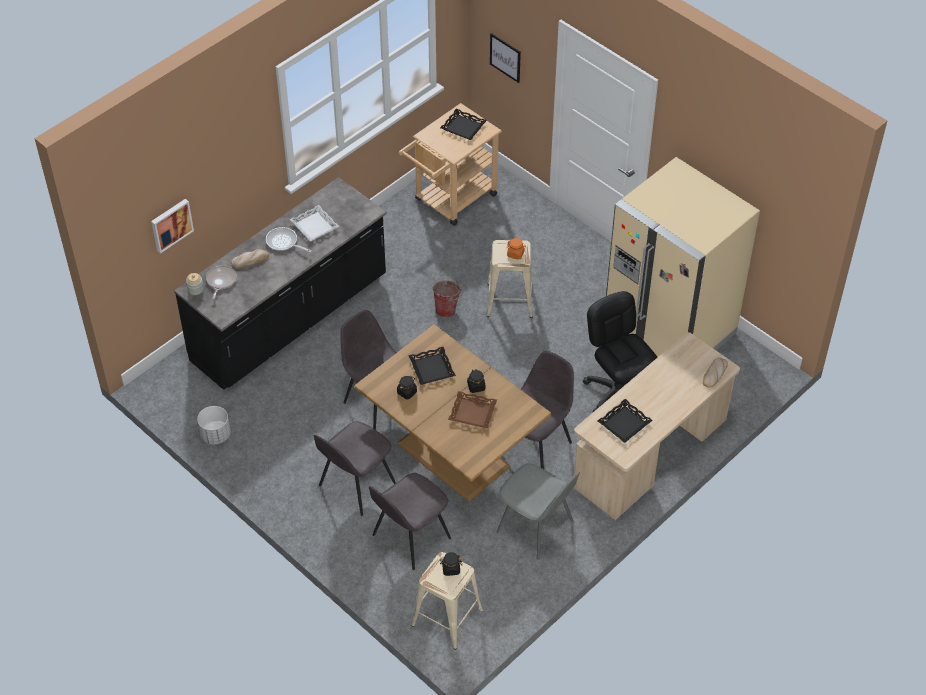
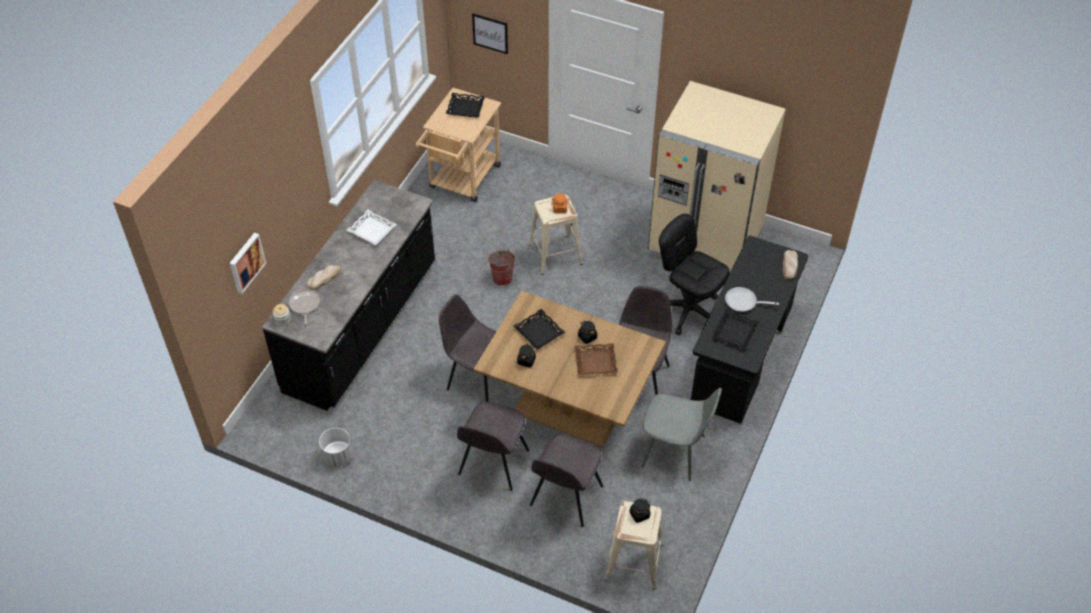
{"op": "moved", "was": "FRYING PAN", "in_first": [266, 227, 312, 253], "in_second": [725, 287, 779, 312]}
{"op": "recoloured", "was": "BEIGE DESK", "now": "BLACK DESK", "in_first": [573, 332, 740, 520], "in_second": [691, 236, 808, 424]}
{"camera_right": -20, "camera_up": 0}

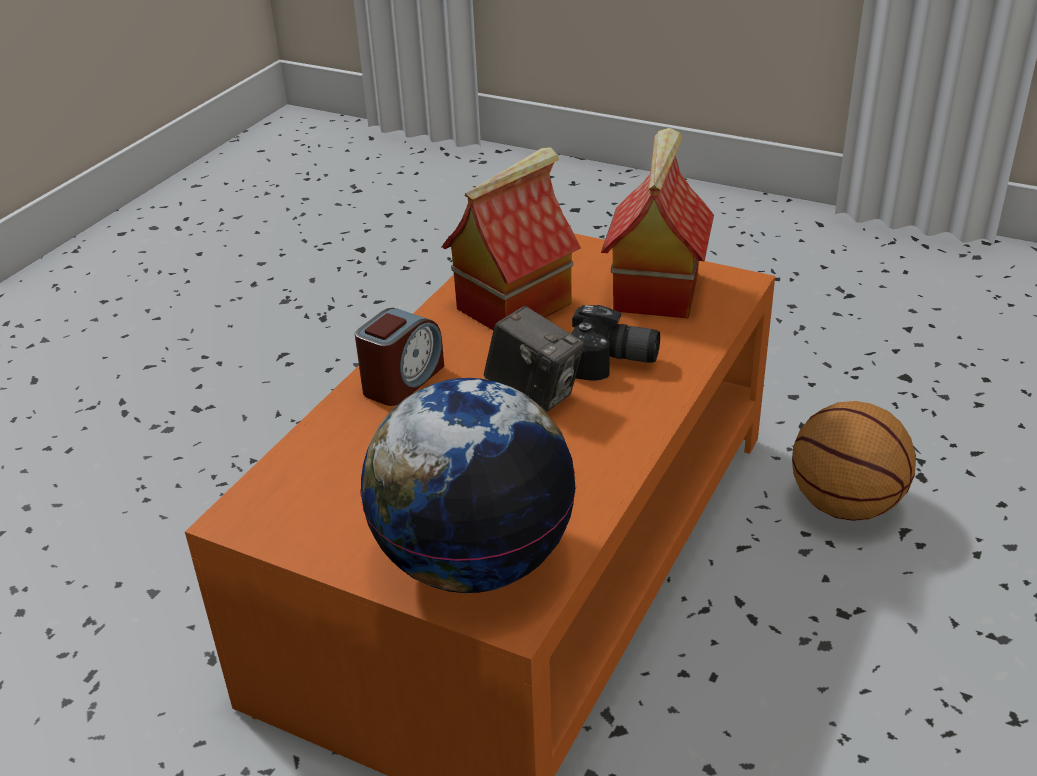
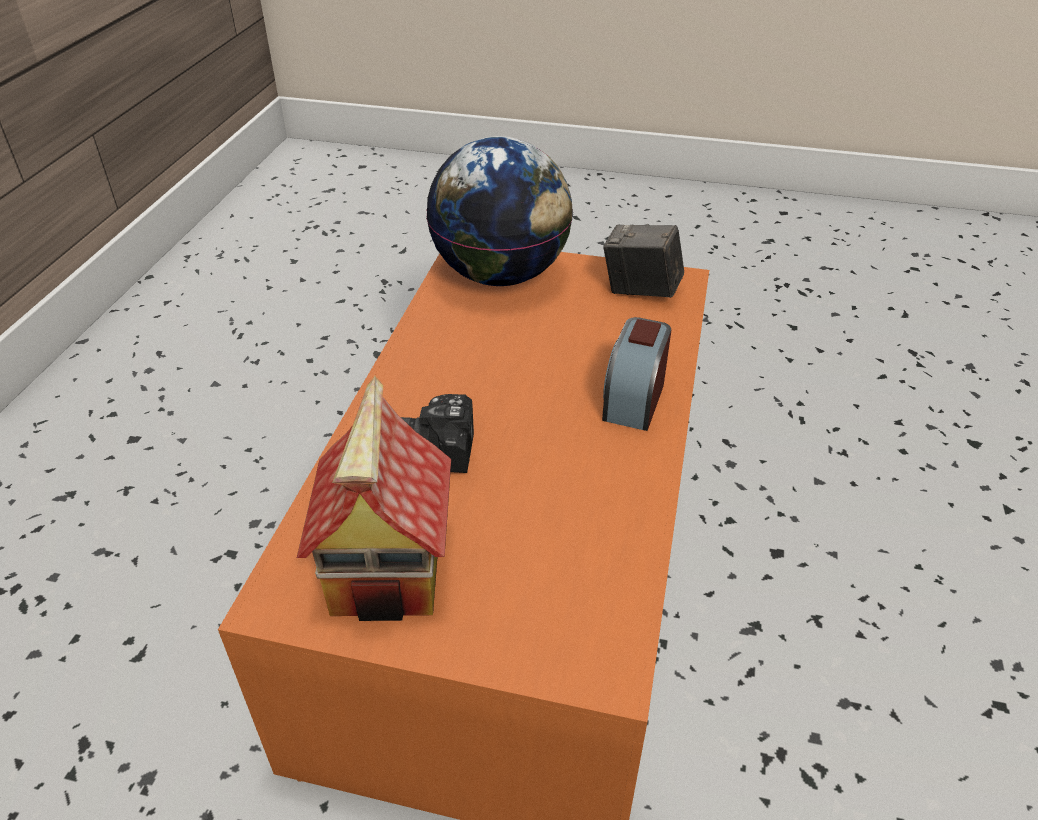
{"op": "removed", "was": "TOY HOUSE", "in_first": [442, 147, 581, 330]}
{"op": "moved", "was": "PHOTO CAMERA", "in_first": [484, 306, 584, 412], "in_second": [603, 224, 684, 298]}
{"op": "removed", "was": "BASKETBALL", "in_first": [792, 401, 916, 521]}
{"camera_right": 165, "camera_up": 5}

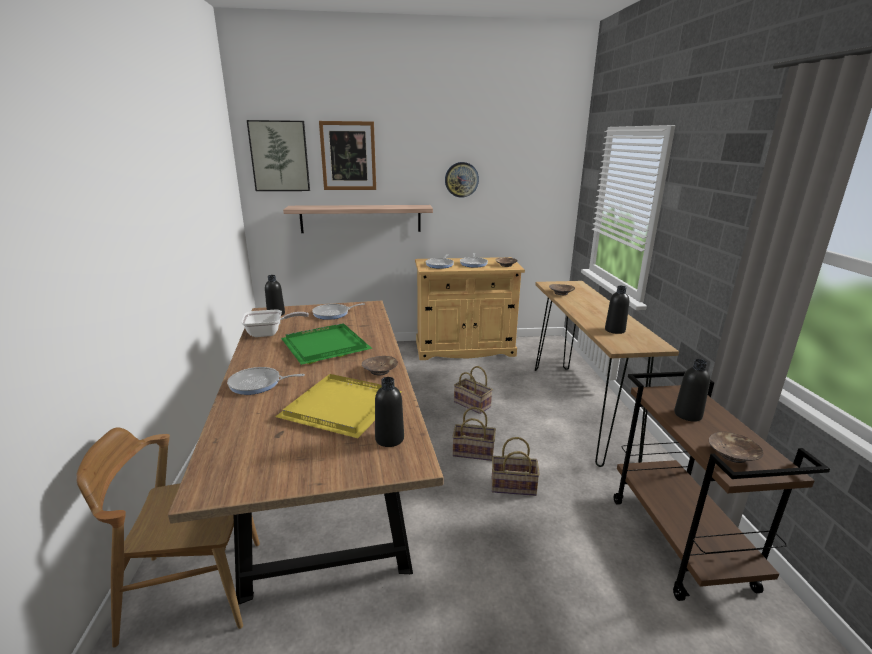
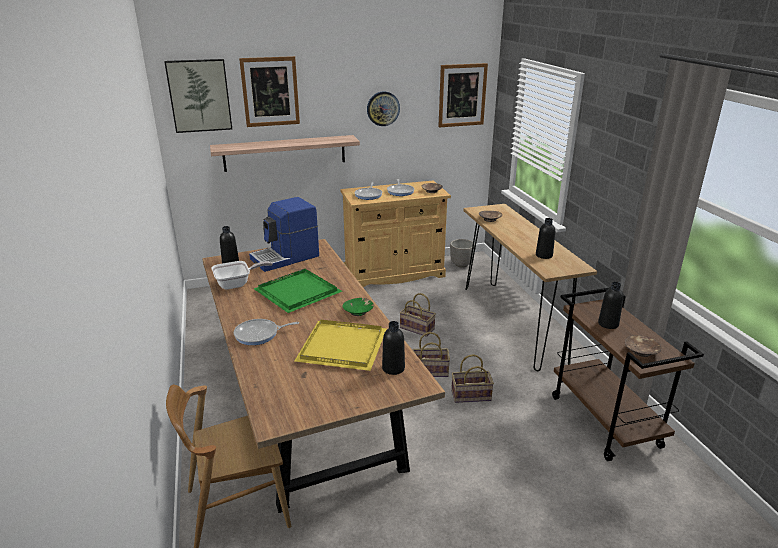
{"op": "replaced", "was": "FRYING PAN", "now": "COFFEE MACHINE", "in_first": [312, 303, 365, 320], "in_second": [249, 197, 319, 272]}
{"op": "recoloured", "was": "BROWN BOWL", "now": "GREEN BOWL", "in_first": [362, 356, 398, 375], "in_second": [343, 298, 374, 316]}
{"op": "added", "now": "PICTURE", "in_second": [438, 63, 488, 127]}
{"op": "added", "now": "PLANTER", "in_second": [450, 239, 475, 268]}
{"camera_right": -10, "camera_up": 5}

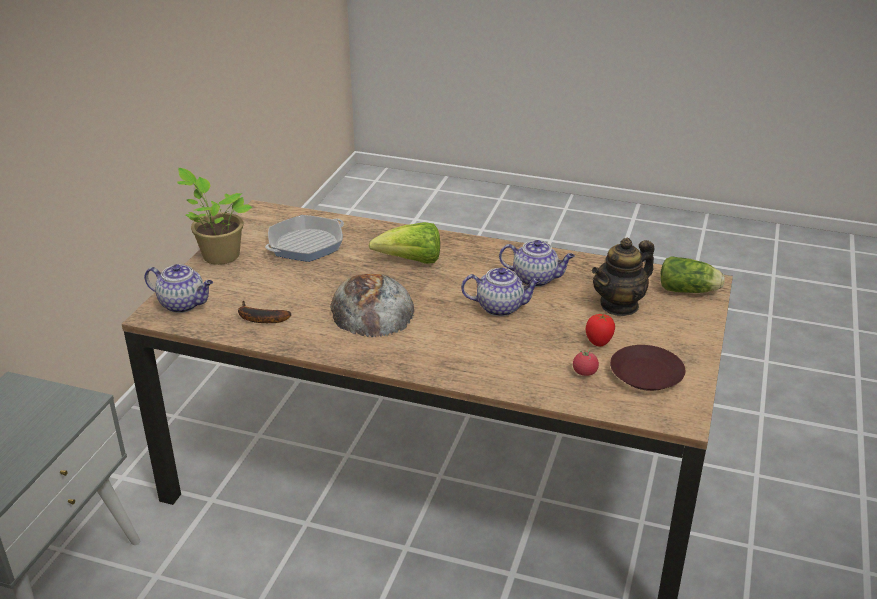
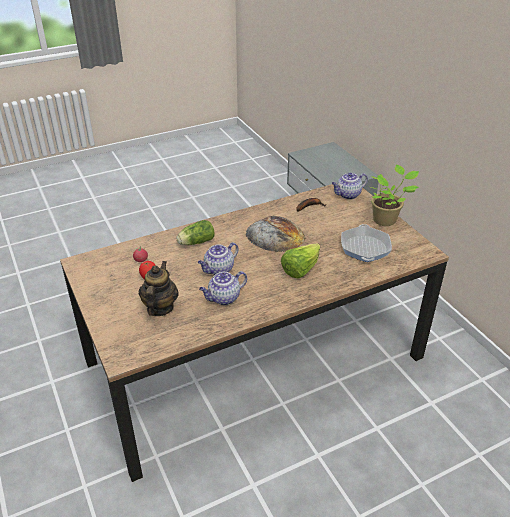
{"op": "moved", "was": "LETTUCE", "in_first": [660, 256, 725, 293], "in_second": [176, 220, 215, 245]}
{"op": "removed", "was": "BROWN PLATE", "in_first": [610, 345, 685, 391]}
{"camera_right": 135, "camera_up": 5}

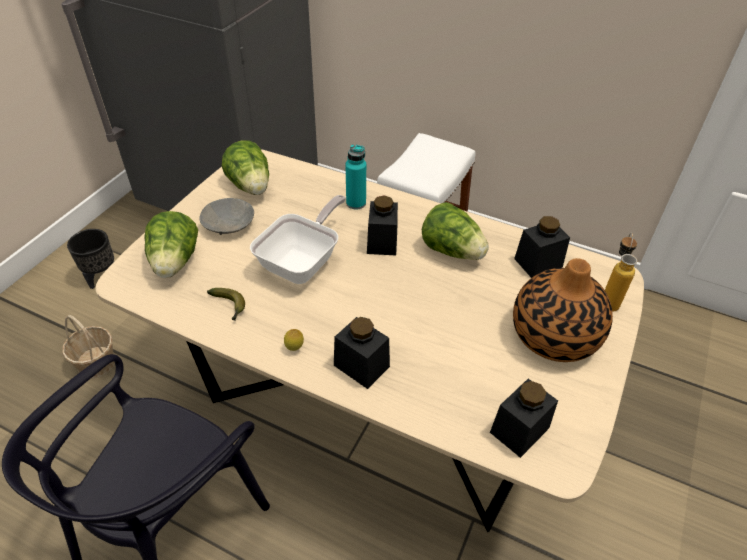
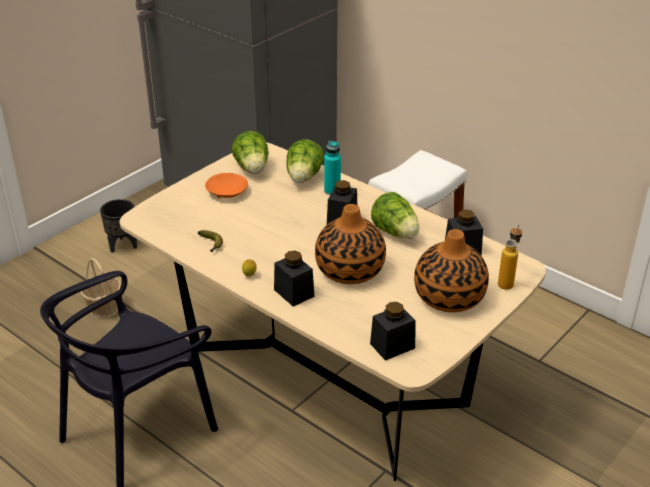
{"op": "removed", "was": "FRYING PAN", "in_first": [250, 195, 346, 284]}
{"op": "recoloured", "was": "GREY BOWL", "now": "ORANGE BOWL", "in_first": [199, 198, 254, 235], "in_second": [205, 173, 248, 198]}
{"op": "moved", "was": "LETTUCE", "in_first": [144, 211, 198, 278], "in_second": [286, 139, 324, 183]}
{"op": "added", "now": "VASE", "in_second": [315, 204, 386, 284]}
{"camera_right": 15, "camera_up": -10}

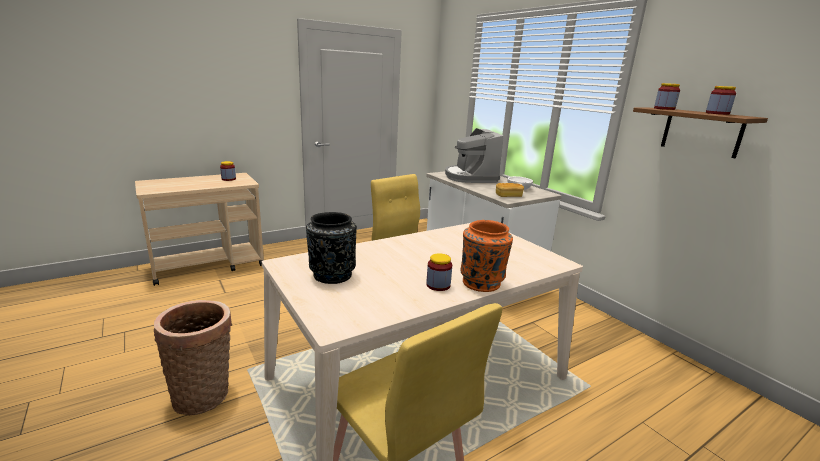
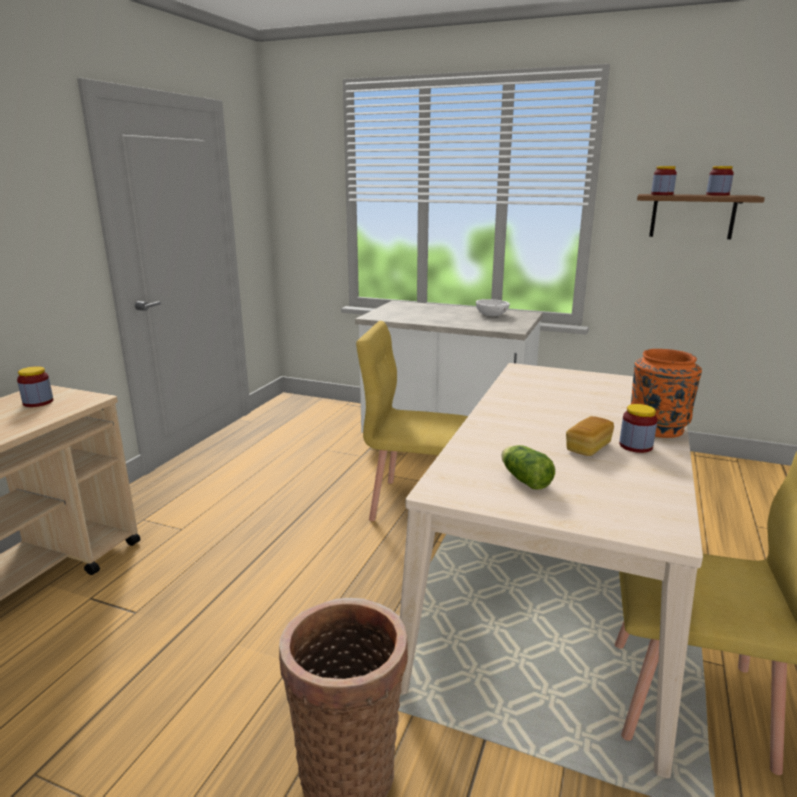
{"op": "removed", "was": "COFFEE MACHINE", "in_first": [445, 128, 504, 183]}
{"op": "moved", "was": "BREAD", "in_first": [496, 183, 524, 197], "in_second": [566, 416, 614, 456]}
{"op": "replaced", "was": "BLACK VASE", "now": "LETTUCE", "in_first": [306, 212, 357, 284], "in_second": [501, 445, 555, 490]}
{"camera_right": -35, "camera_up": 0}

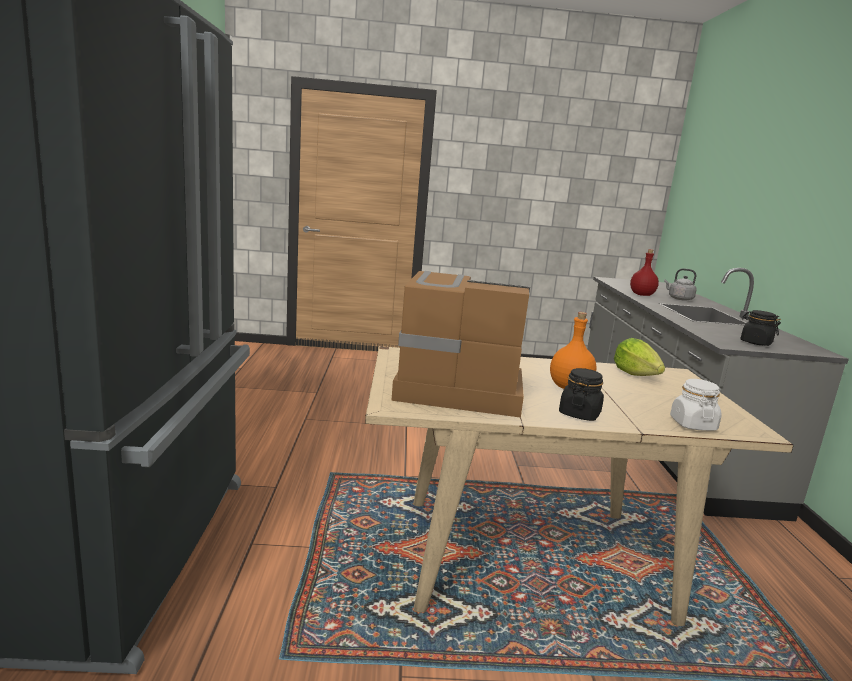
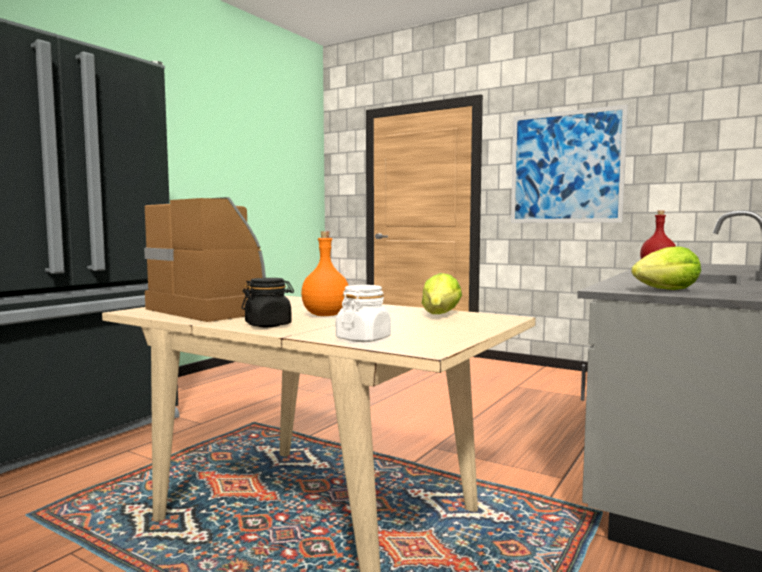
{"op": "removed", "was": "GREY KETTLE", "in_first": [664, 268, 697, 301]}
{"op": "replaced", "was": "BLACK JAR", "now": "LETTUCE", "in_first": [740, 310, 781, 346], "in_second": [631, 246, 701, 290]}
{"op": "added", "now": "PICTURE", "in_second": [511, 104, 628, 223]}
{"camera_right": 35, "camera_up": -10}

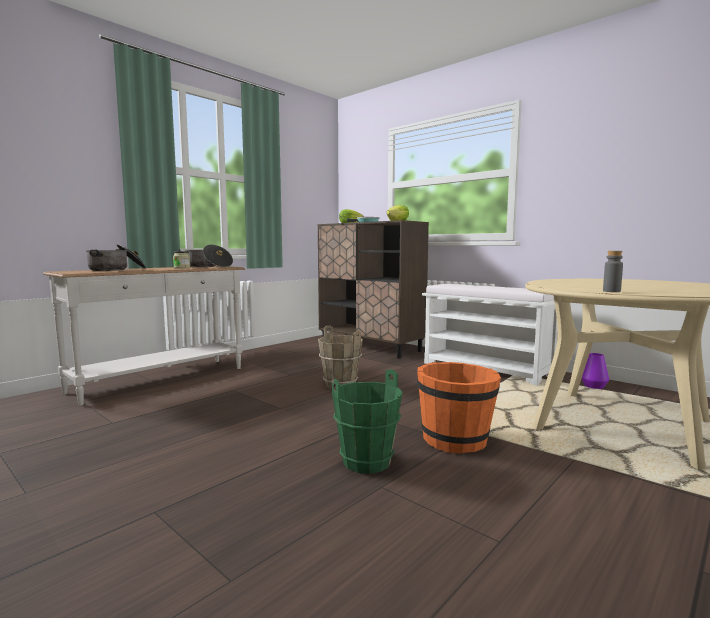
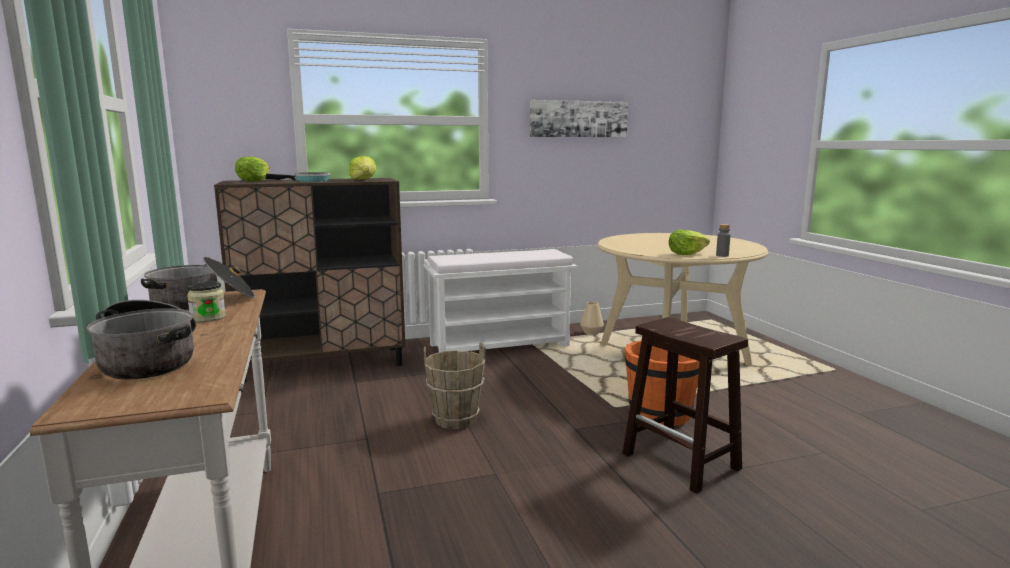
{"op": "recoloured", "was": "PURPLE VASE", "now": "BEIGE VASE", "in_first": [582, 353, 609, 389], "in_second": [580, 302, 604, 334]}
{"op": "replaced", "was": "GREEN BUCKET", "now": "BROWN STOOL", "in_first": [332, 369, 403, 474], "in_second": [622, 317, 748, 494]}
{"op": "added", "now": "PICTURE", "in_second": [530, 100, 628, 137]}
{"op": "added", "now": "LETTUCE", "in_second": [669, 230, 710, 255]}
{"camera_right": -60, "camera_up": 5}

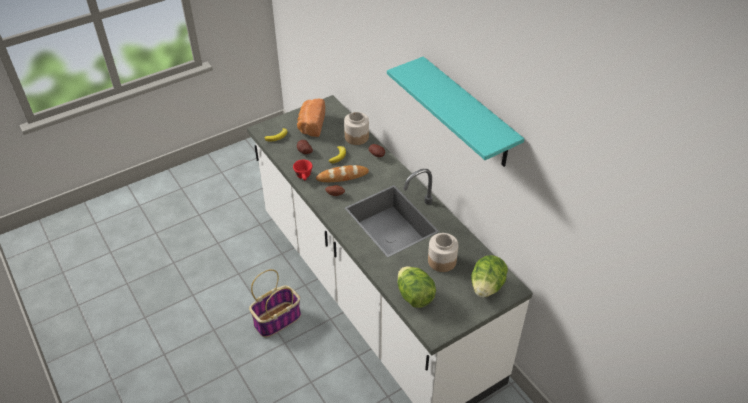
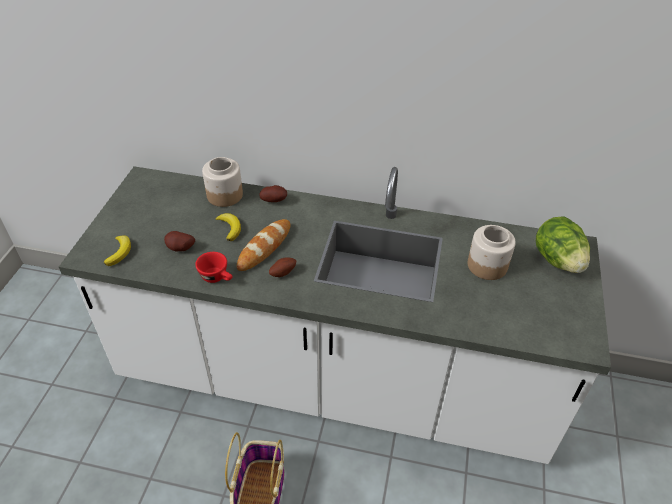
{"op": "removed", "was": "TURQUOISE SHELF", "in_first": [387, 56, 524, 167]}
{"op": "removed", "was": "BREAD", "in_first": [297, 99, 325, 137]}
{"op": "removed", "was": "LETTUCE", "in_first": [398, 266, 436, 308]}
{"camera_right": -45, "camera_up": 0}

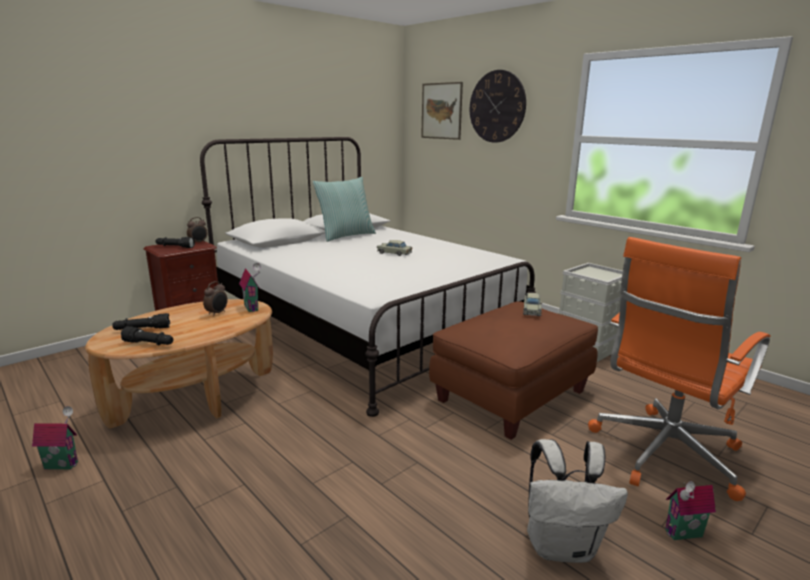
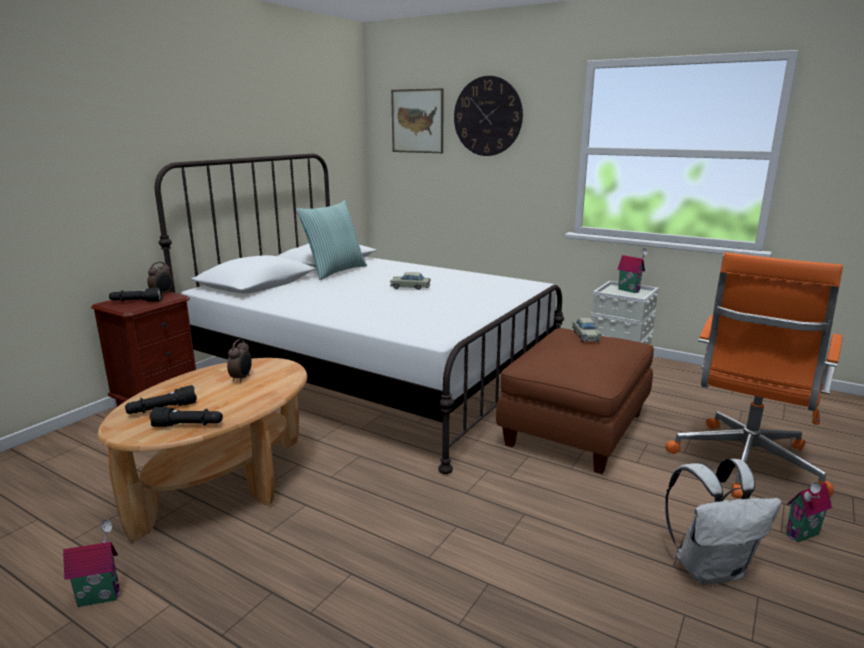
{"op": "moved", "was": "TOY HOUSE", "in_first": [239, 263, 261, 312], "in_second": [617, 248, 648, 293]}
{"camera_right": -15, "camera_up": 0}

